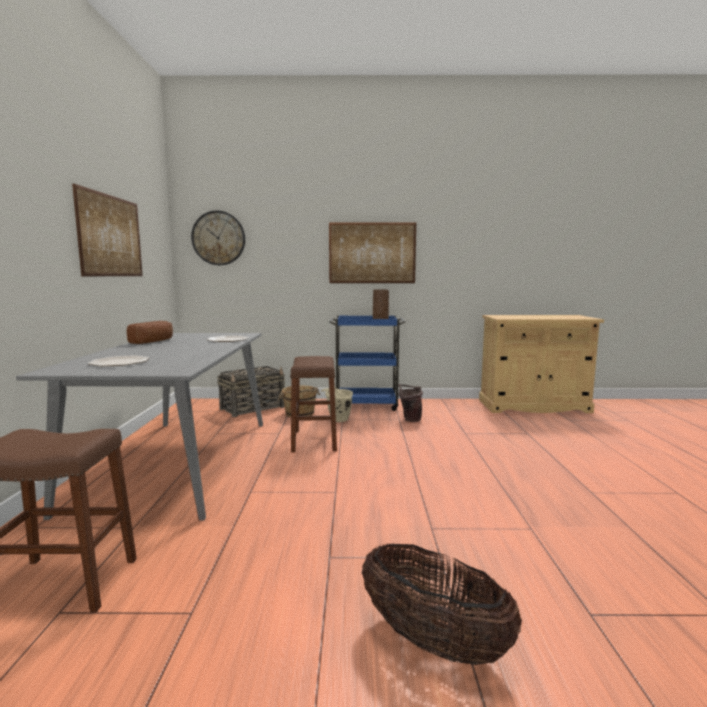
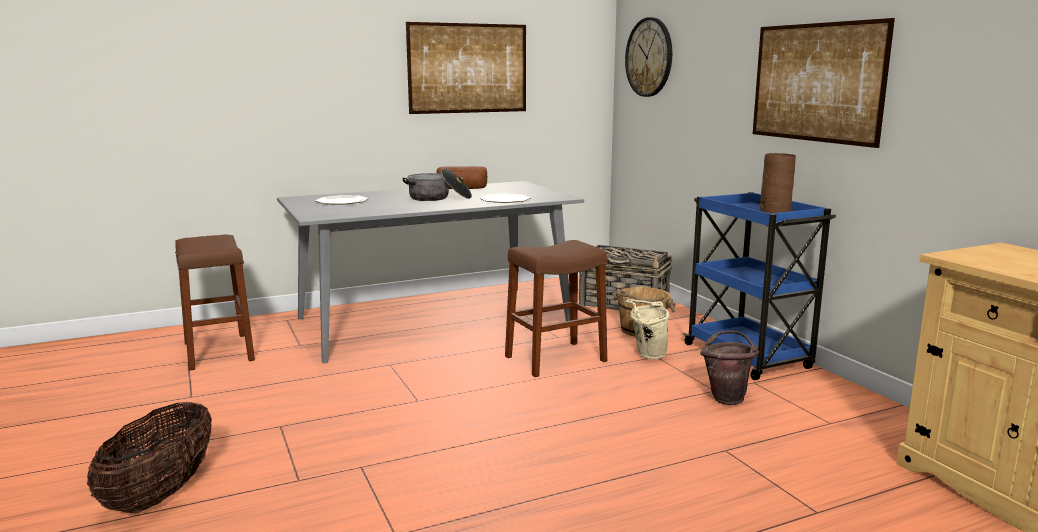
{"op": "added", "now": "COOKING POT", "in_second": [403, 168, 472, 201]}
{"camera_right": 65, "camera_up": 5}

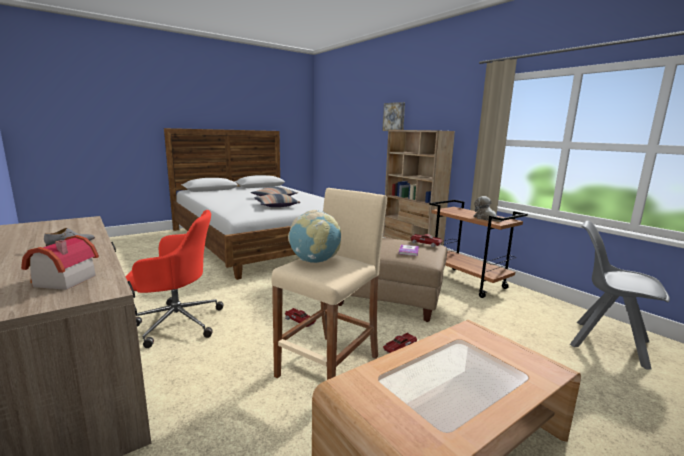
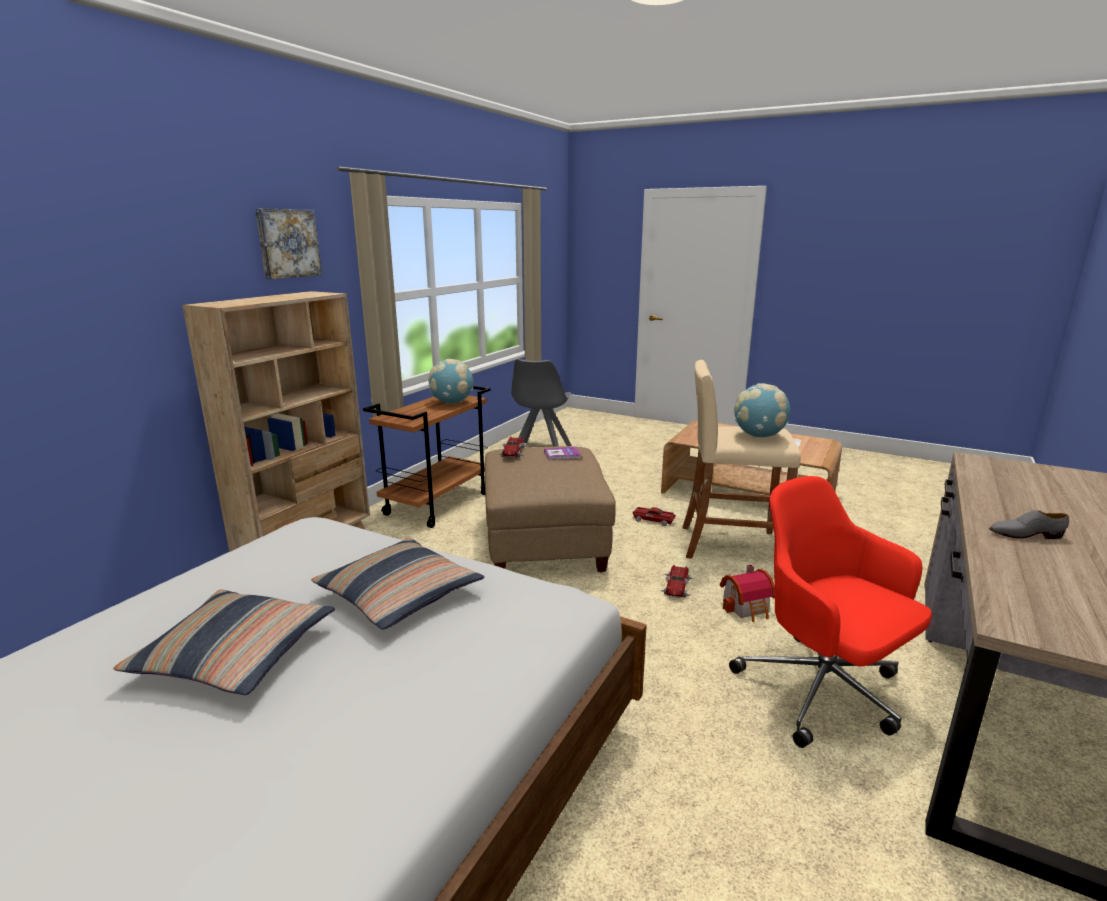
{"op": "moved", "was": "PICTURE", "in_first": [382, 102, 405, 131], "in_second": [255, 208, 322, 279]}
{"op": "replaced", "was": "PLUSH TOY", "now": "GLOBE", "in_first": [473, 196, 502, 222], "in_second": [428, 359, 473, 404]}
{"op": "moved", "was": "TOY HOUSE", "in_first": [21, 235, 99, 290], "in_second": [720, 564, 775, 622]}
{"camera_right": -115, "camera_up": 5}

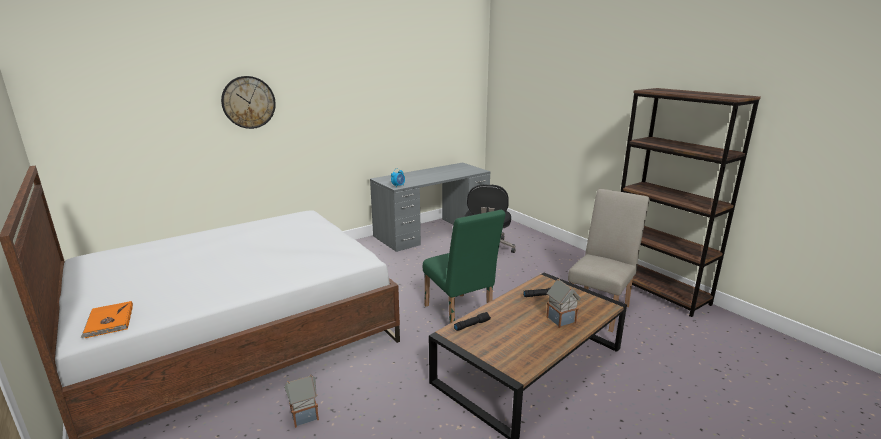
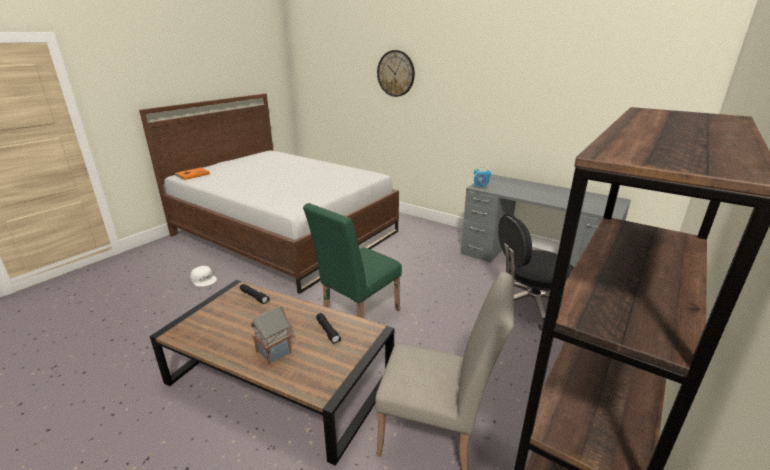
{"op": "replaced", "was": "TOY HOUSE", "now": "WHITE CAP", "in_first": [284, 375, 319, 428], "in_second": [190, 266, 217, 287]}
{"camera_right": 70, "camera_up": 5}

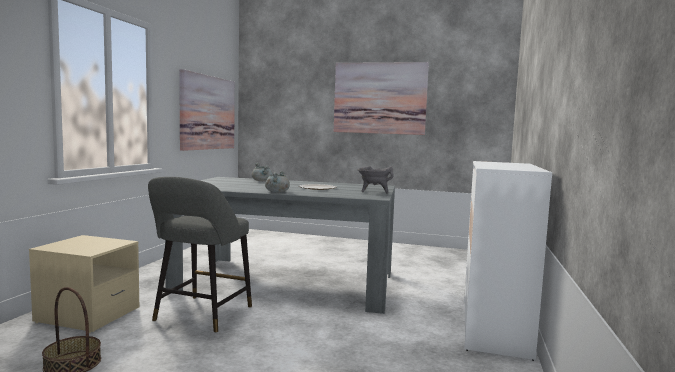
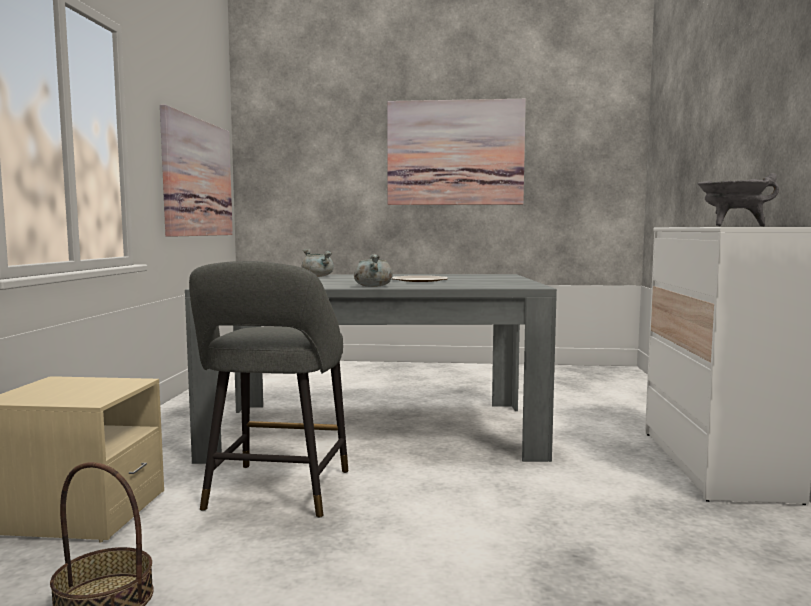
{"op": "moved", "was": "GREY COOKING POT", "in_first": [357, 166, 394, 194], "in_second": [698, 173, 779, 226]}
{"camera_right": -10, "camera_up": 0}

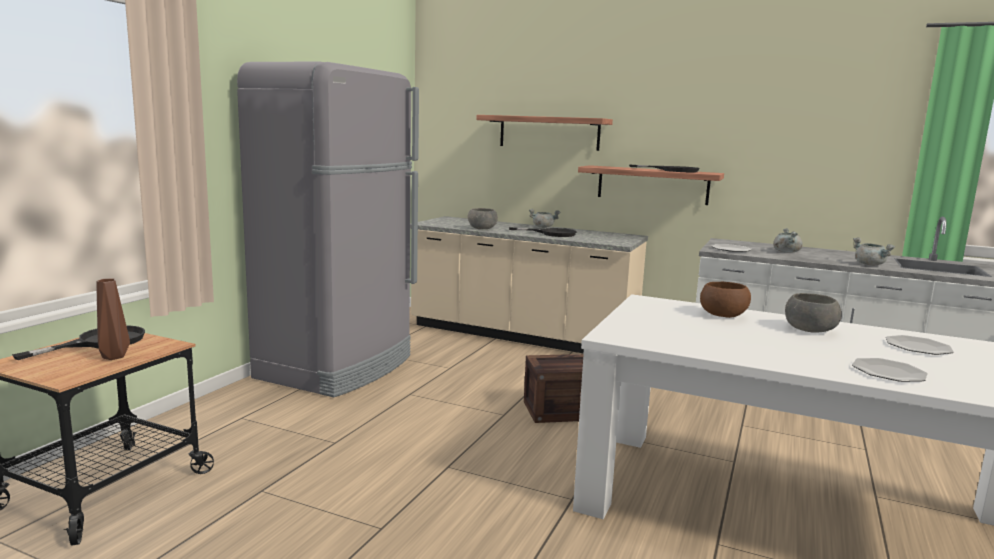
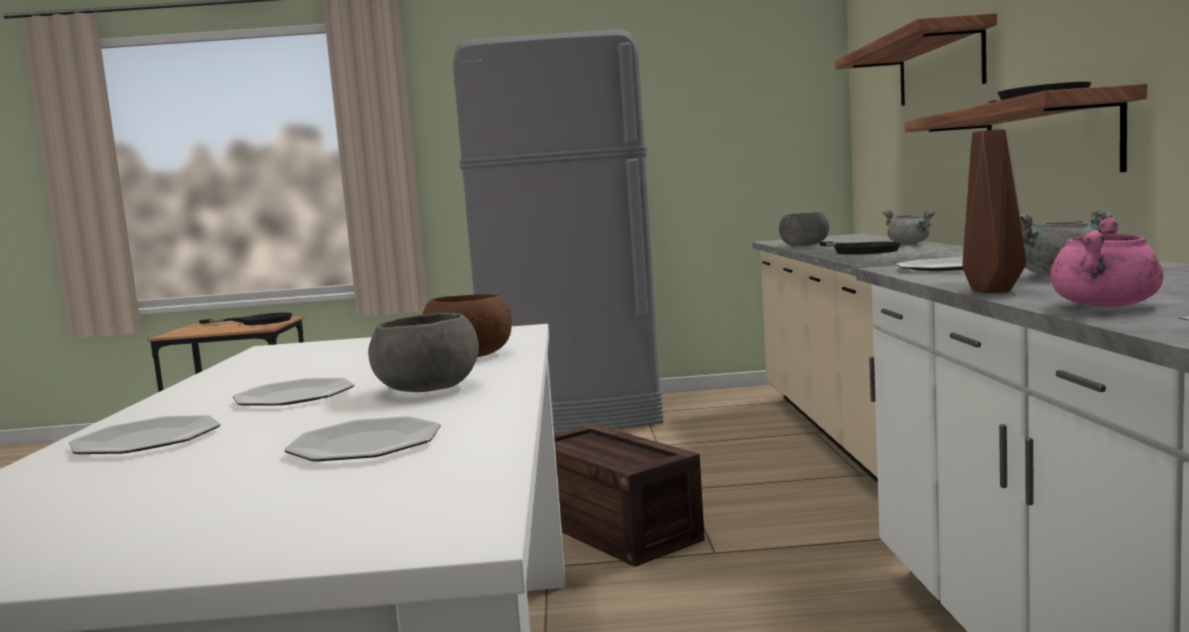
{"op": "recoloured", "was": "GREY COOKING POT", "now": "PINK COOKING POT", "in_first": [853, 237, 896, 265], "in_second": [1050, 217, 1163, 307]}
{"op": "moved", "was": "BROWN VASE", "in_first": [96, 279, 130, 360], "in_second": [963, 129, 1026, 293]}
{"op": "added", "now": "PLATE", "in_second": [233, 378, 354, 405]}
{"camera_right": 65, "camera_up": -5}

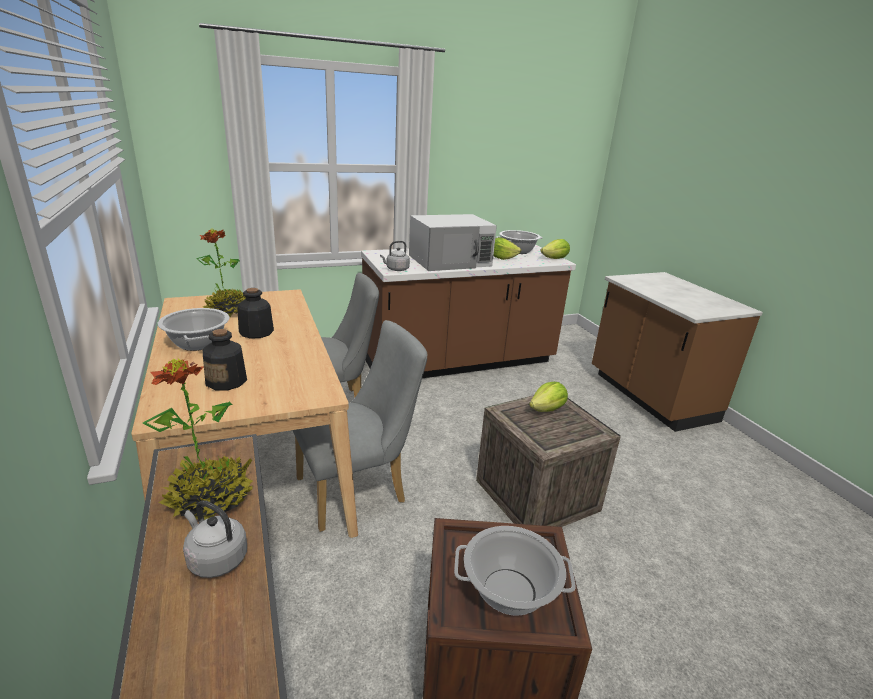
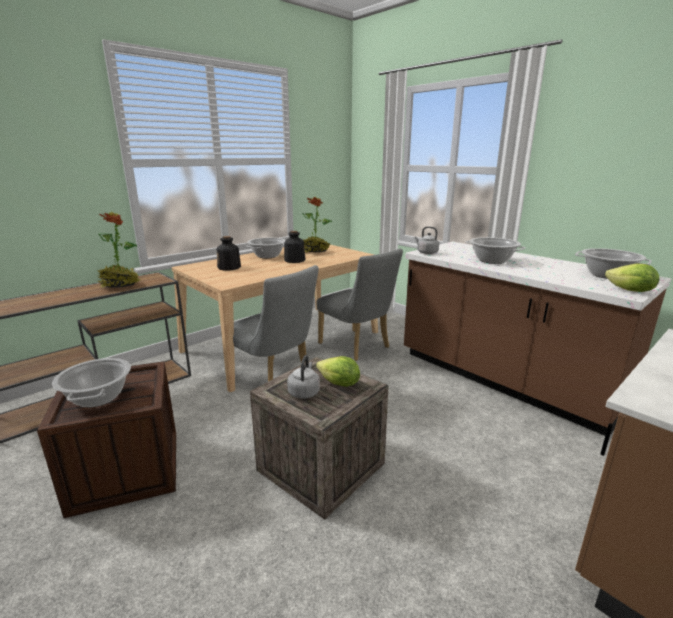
{"op": "replaced", "was": "WHITE MICROWAVE", "now": "COOKING POT", "in_first": [409, 214, 497, 271], "in_second": [465, 237, 526, 264]}
{"op": "removed", "was": "LETTUCE", "in_first": [493, 237, 521, 260]}
{"op": "moved", "was": "GREY KETTLE", "in_first": [183, 500, 247, 578], "in_second": [287, 355, 320, 399]}
{"camera_right": 70, "camera_up": -5}

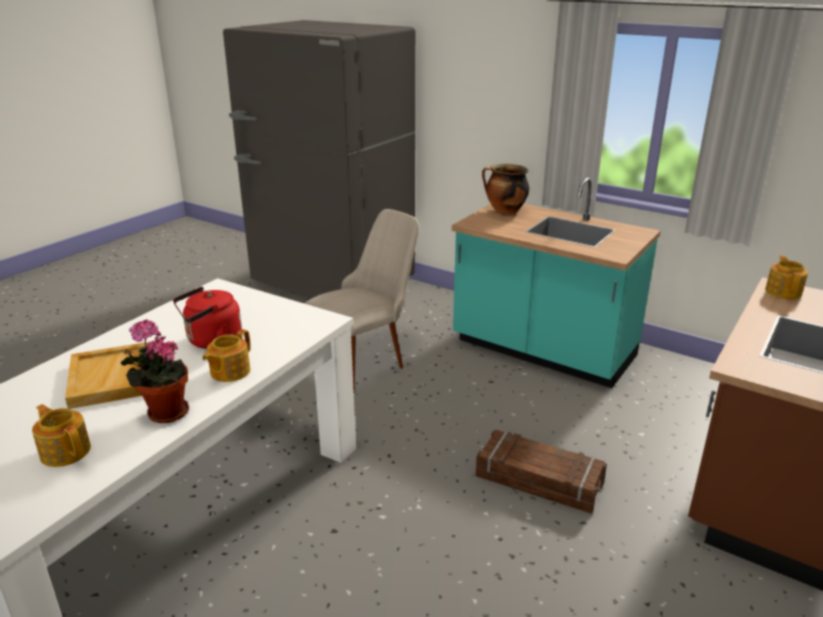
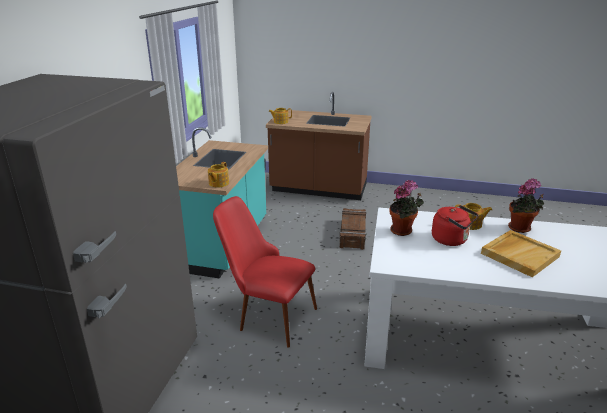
{"op": "removed", "was": "COOKING POT", "in_first": [482, 164, 529, 215]}
{"op": "recoloured", "was": "BEIGE CHAIR", "now": "RED CHAIR", "in_first": [304, 209, 419, 392], "in_second": [213, 196, 317, 348]}
{"op": "moved", "was": "TEAPOT", "in_first": [32, 404, 91, 467], "in_second": [208, 162, 229, 187]}
{"op": "added", "now": "POTTED PLANT", "in_second": [389, 180, 424, 236]}
{"camera_right": -110, "camera_up": 0}

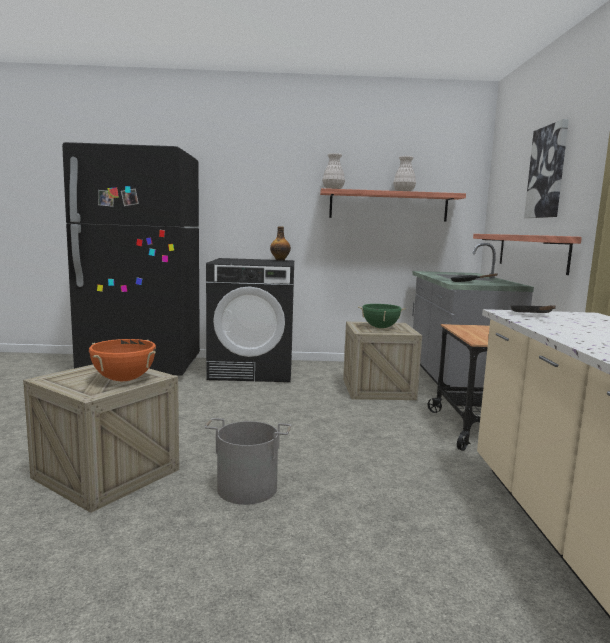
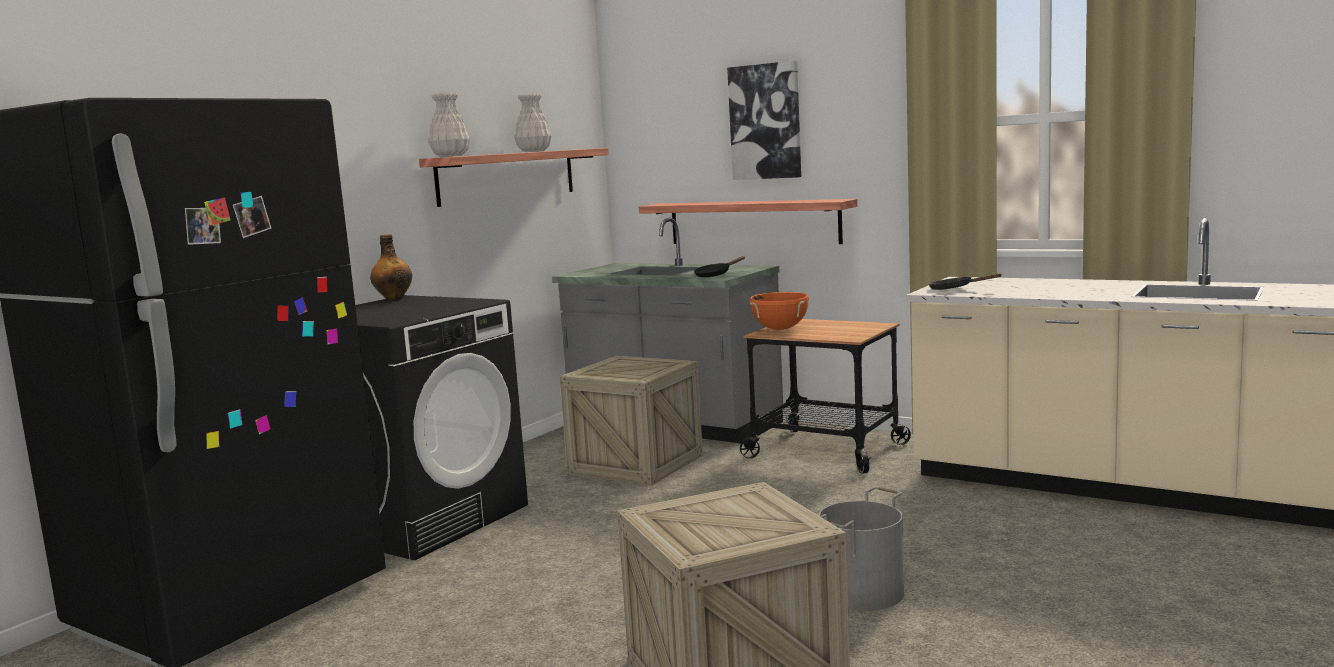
{"op": "removed", "was": "GREEN COOKING POT", "in_first": [358, 304, 406, 328]}
{"op": "moved", "was": "ORANGE COOKING POT", "in_first": [89, 339, 156, 381], "in_second": [749, 292, 809, 330]}
{"camera_right": -55, "camera_up": 0}

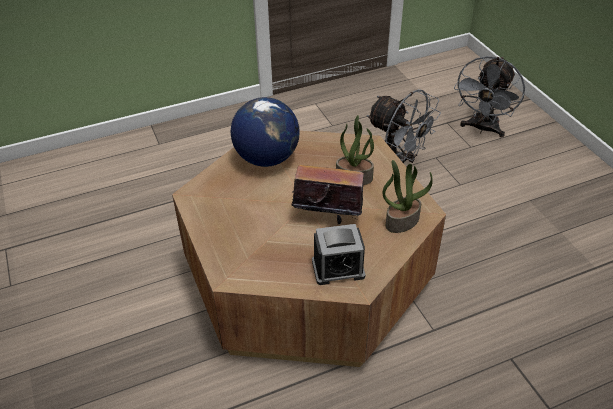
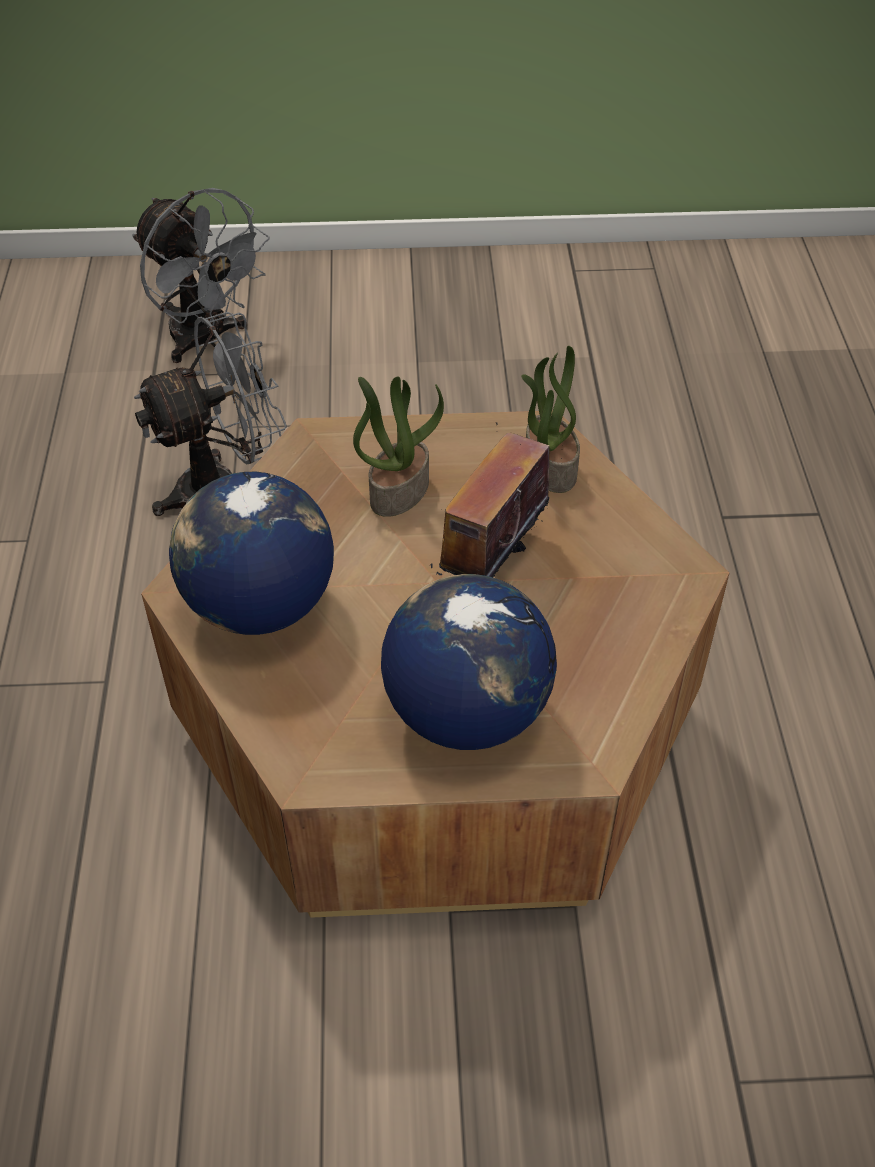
{"op": "removed", "was": "ALARM CLOCK", "in_first": [312, 224, 366, 285]}
{"op": "added", "now": "GLOBE", "in_second": [381, 574, 557, 750]}
{"camera_right": -70, "camera_up": 5}

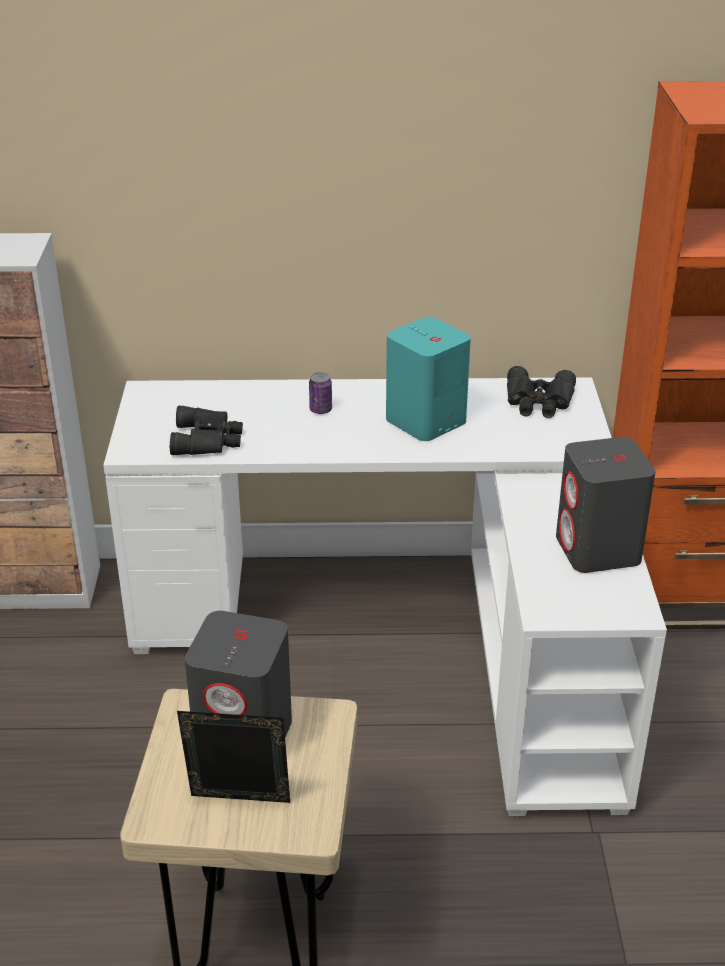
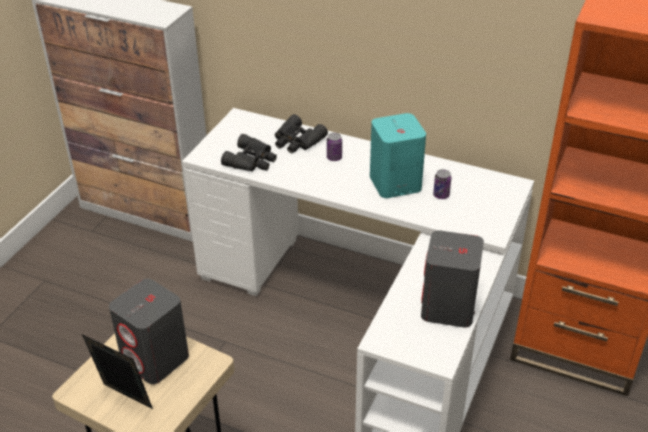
{"op": "moved", "was": "BLACK BINOCULARS", "in_first": [507, 366, 576, 418], "in_second": [275, 114, 328, 153]}
{"op": "added", "now": "CAN", "in_second": [433, 169, 451, 199]}
{"camera_right": 25, "camera_up": 5}

